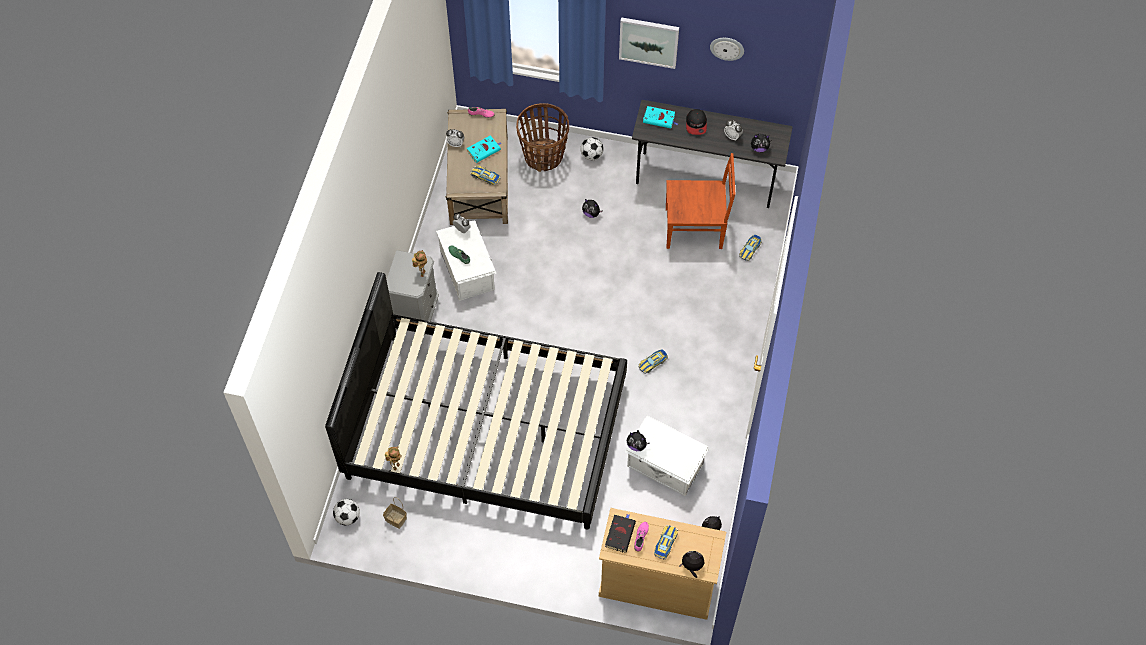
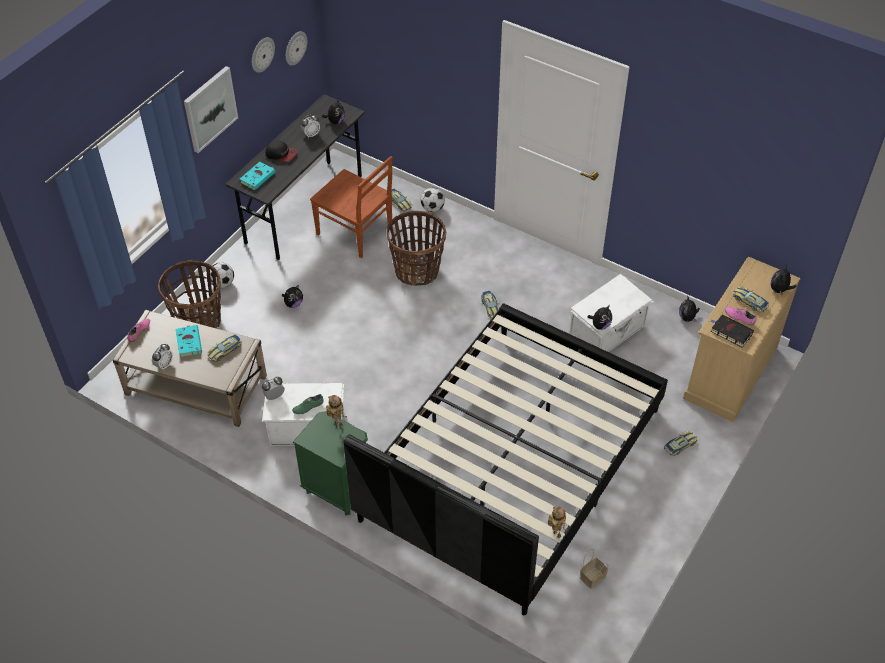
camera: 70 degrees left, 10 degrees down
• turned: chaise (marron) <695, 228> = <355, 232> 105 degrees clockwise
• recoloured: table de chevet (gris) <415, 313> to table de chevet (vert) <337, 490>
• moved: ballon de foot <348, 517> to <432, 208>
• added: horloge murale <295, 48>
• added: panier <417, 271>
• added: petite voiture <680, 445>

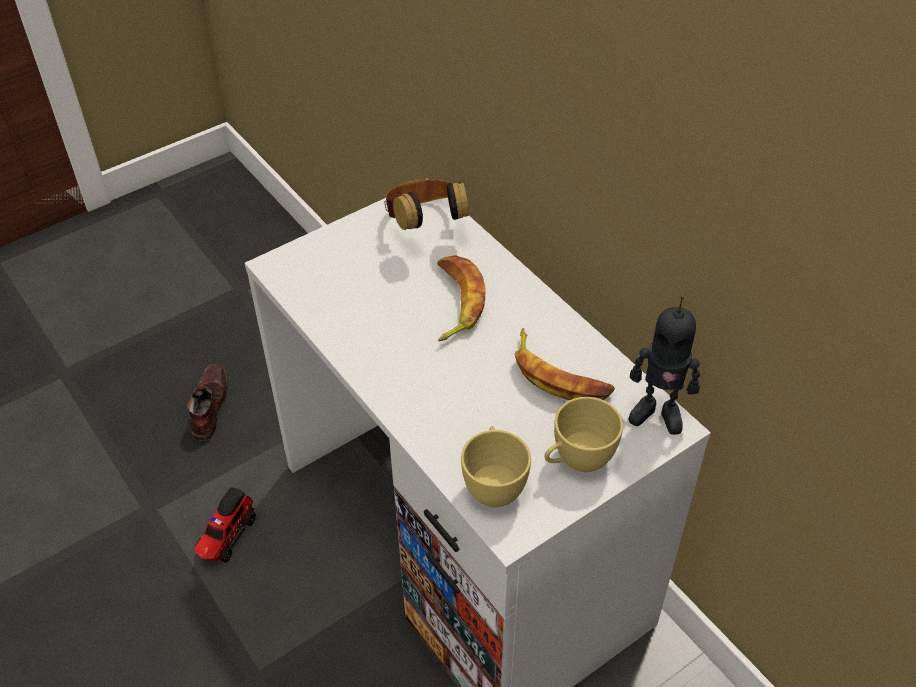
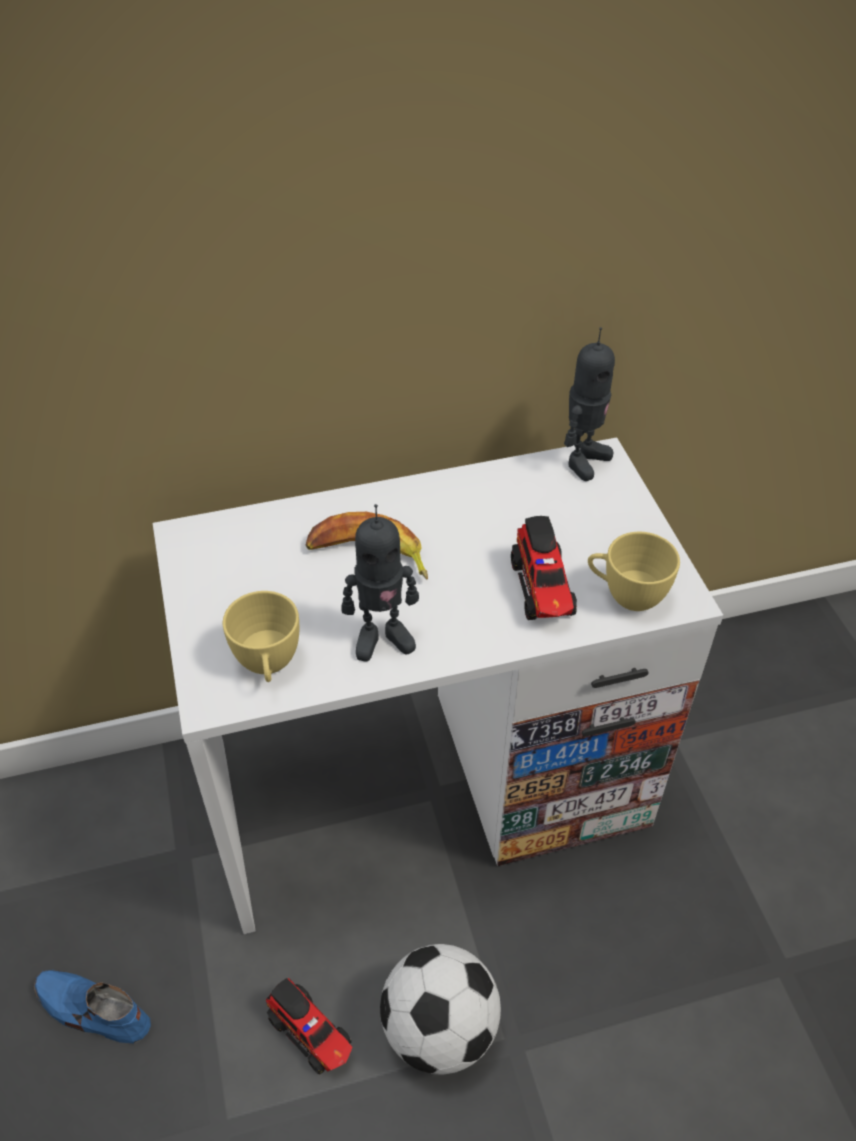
camera: 70 degrees left, 0 degrees up
• removed: casque audio <425, 225>
• removed: banane <559, 375>
• recoloured: chaussure (marron) <208, 406> to chaussure (bleu) <92, 1010>
• moved: tasse (jaune) <577, 460> to <268, 665>
• added: robot jouet <382, 638>
• added: camion jouet <542, 590>
• added: ballon de foot <439, 1029>

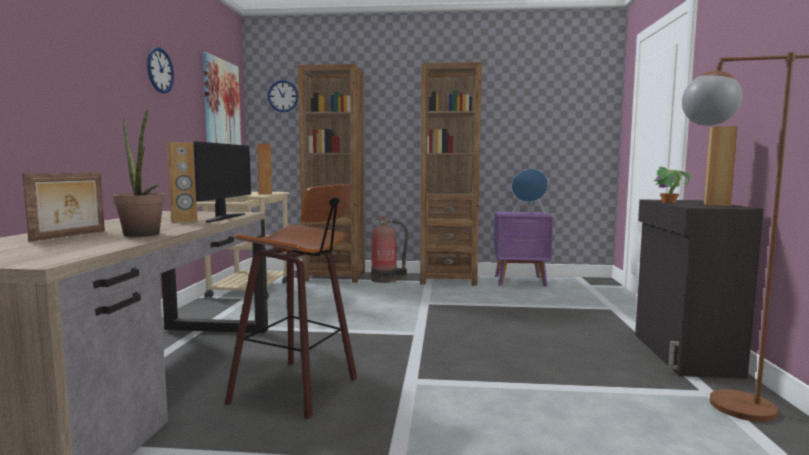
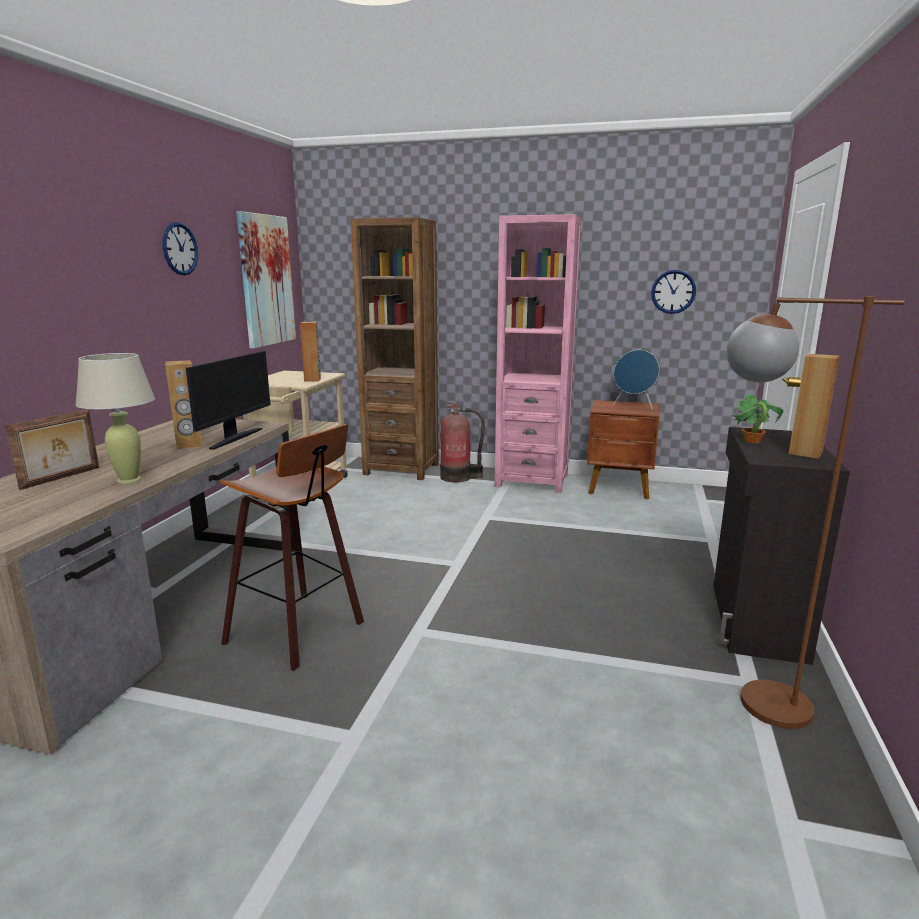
camera: 10 degrees right, 10 degrees up
• recoloured: bibliothèque (marron) <448, 279> to bibliothèque (rose) <532, 480>
• moved: horloge murale <283, 96> to <673, 292>
• replaced: plante en pot <143, 235> to lampe de table (beige) <128, 480>
• recoloured: table de chevet (violet) <521, 281> to table de chevet (marron) <620, 488>

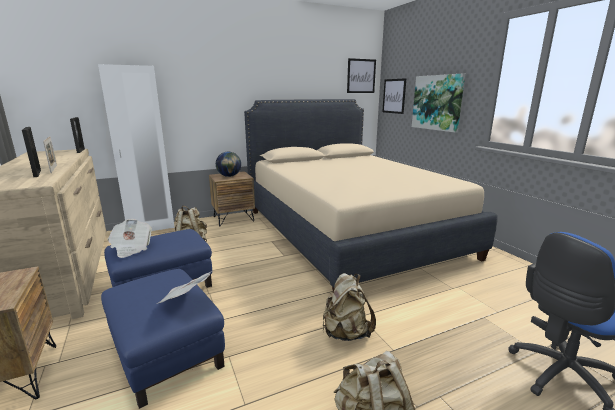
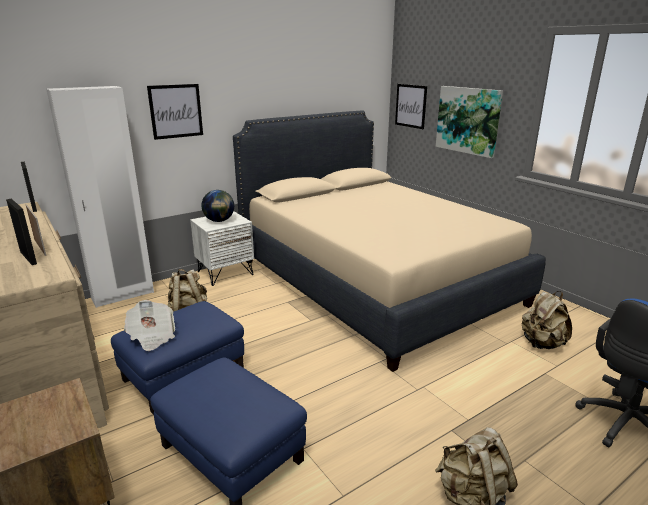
camera: 10 degrees left, 5 degrees up
• moved: tableau <361, 76> to <176, 111>
• recoloured: table de chevet (marron) <233, 219> to table de chevet (blanc) <225, 273>
• removed: journal <186, 300>
• moved: sac à dos (beige) <346, 333> to <542, 344>

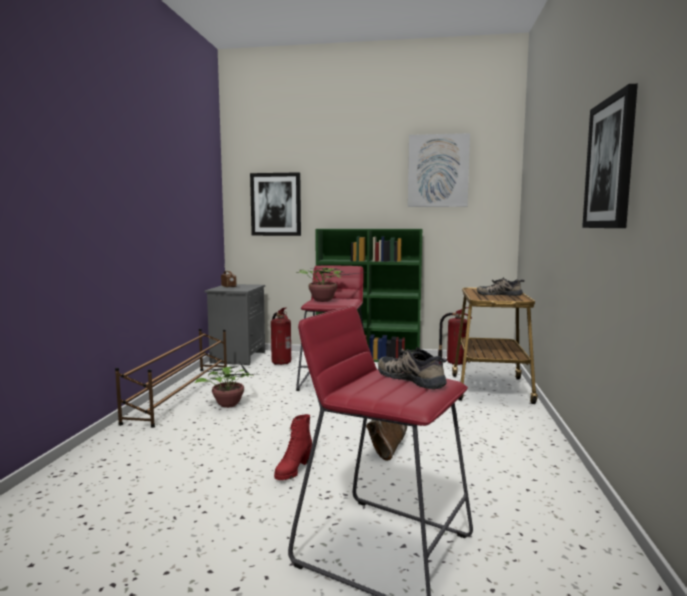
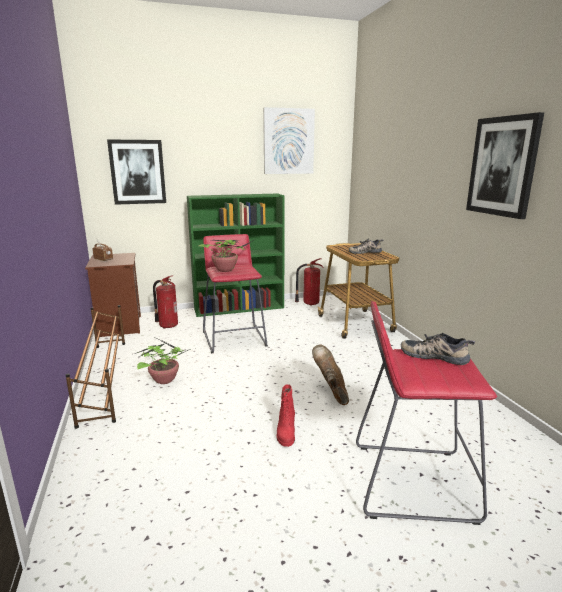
camera: 25 degrees left, 10 degrees up
• recoloured: table de chevet (gris) <237, 357> to table de chevet (marron) <119, 326>

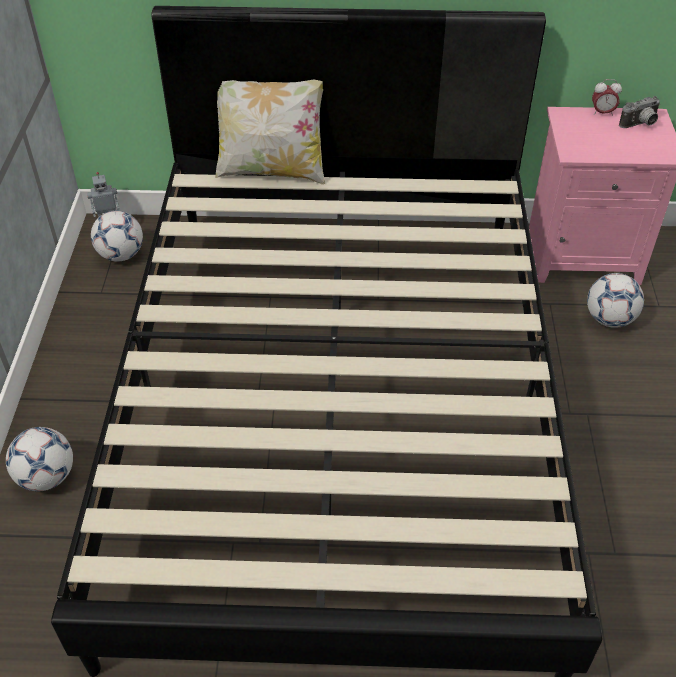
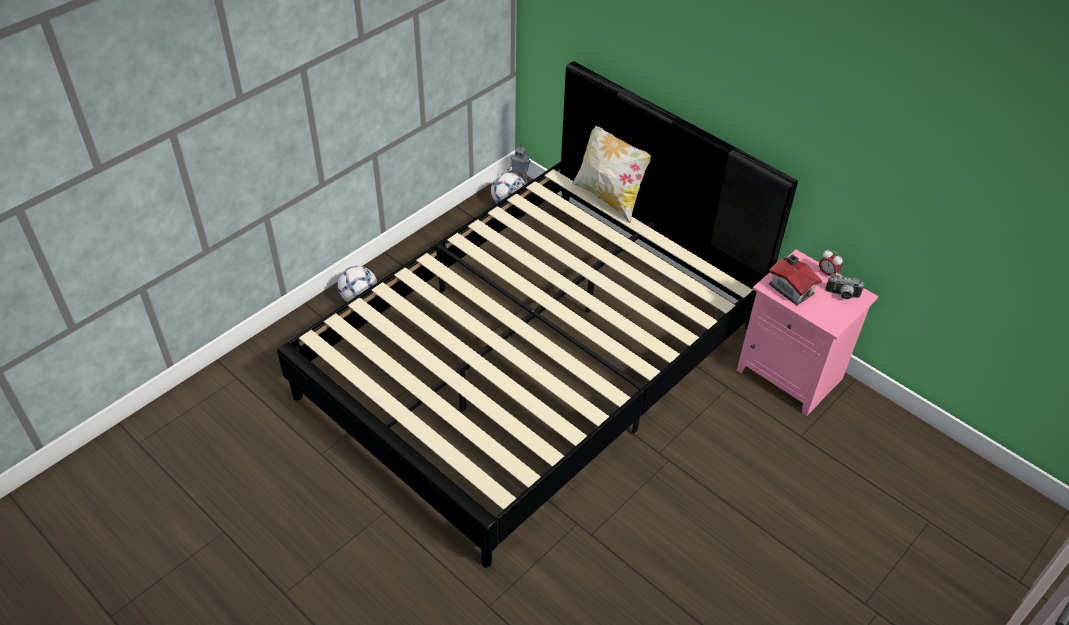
camera: 40 degrees right, 0 degrees up
• removed: ballon de foot <609, 319>
• added: maison miniature <791, 288>

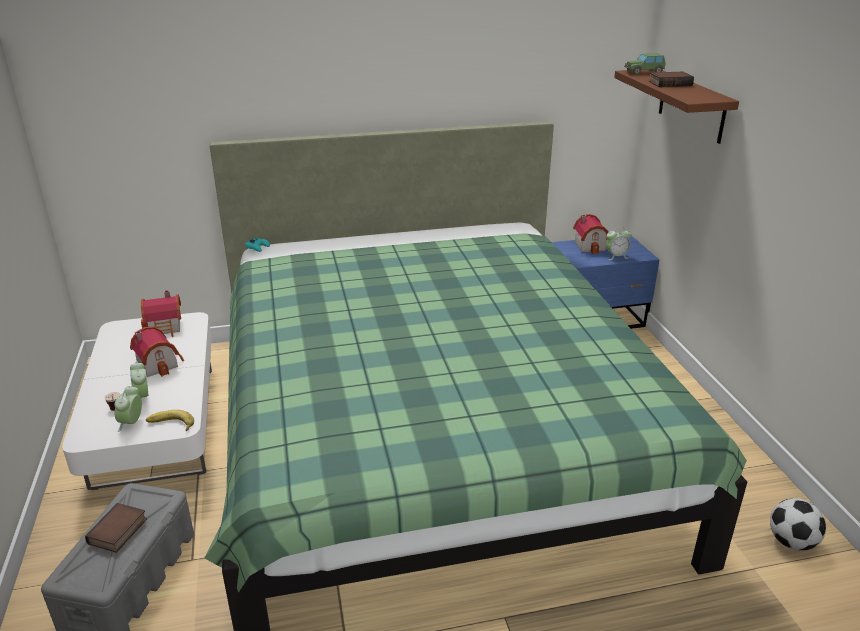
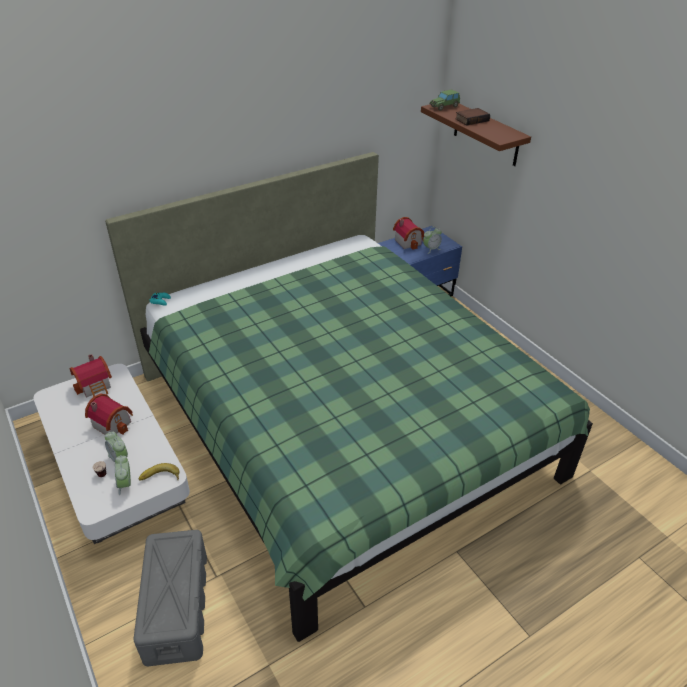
camera: 20 degrees left, 10 degrees up
• removed: ballon de foot <791, 542>
• removed: livre <118, 532>

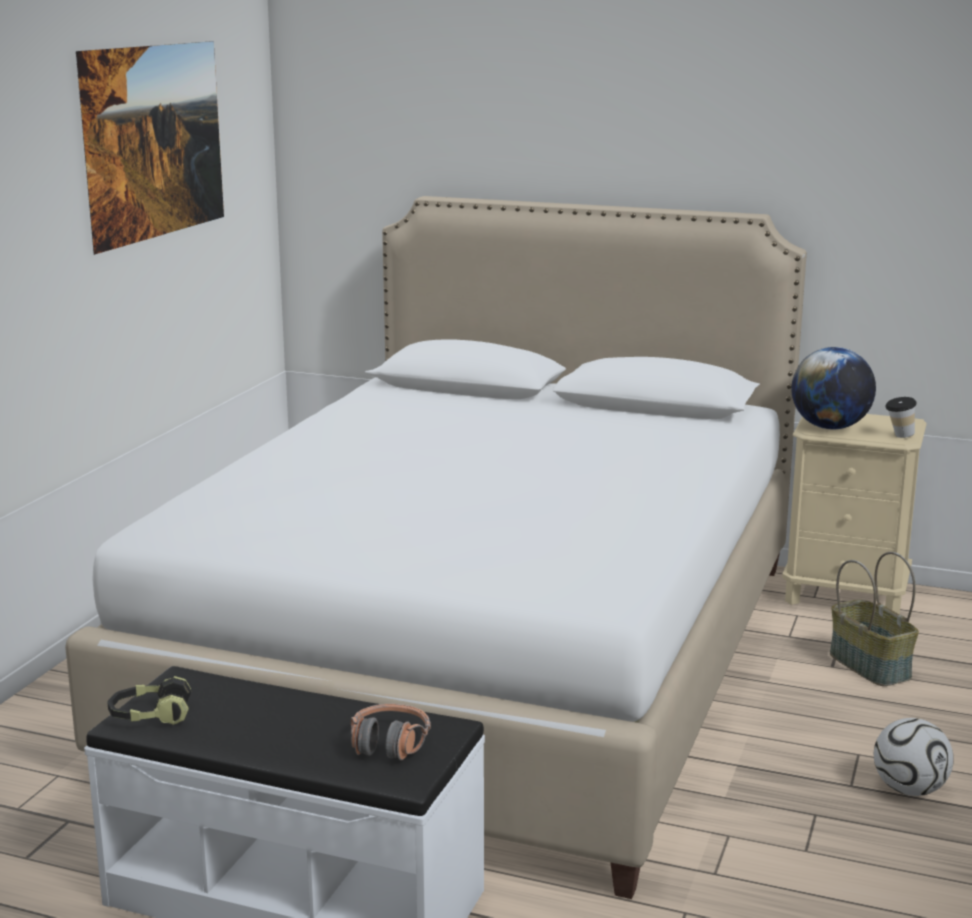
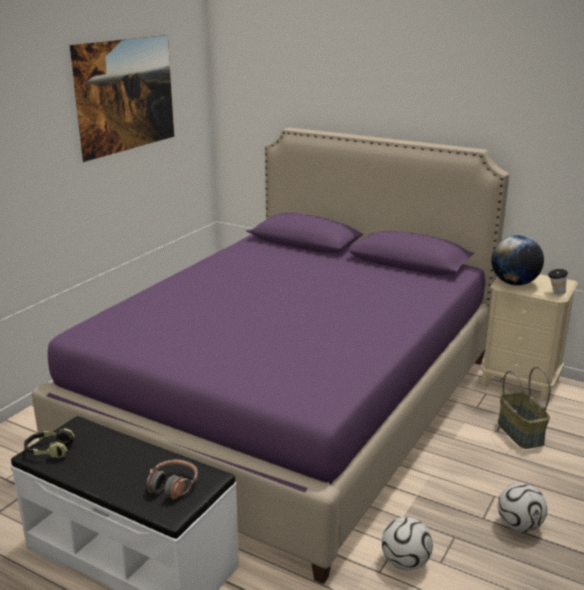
camera: 10 degrees right, 5 degrees up
• recoloured: lit (blanc) <486, 660> to lit (violet) <292, 407>
• added: ballon de foot <405, 563>

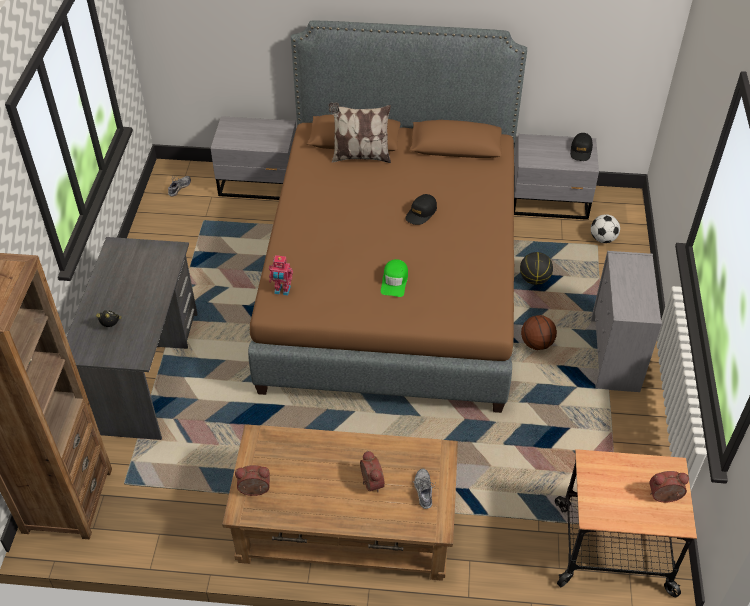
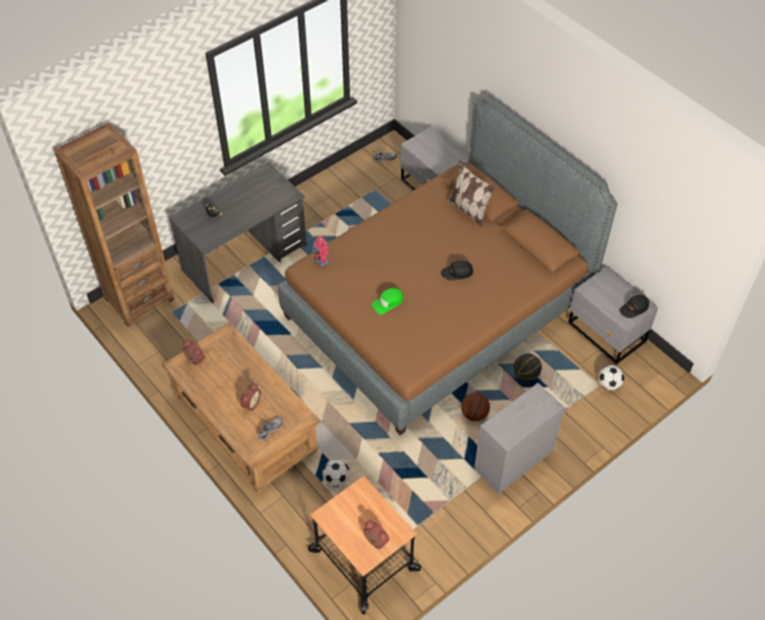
camera: 45 degrees right, 5 degrees up
• added: ballon de foot <336, 479>

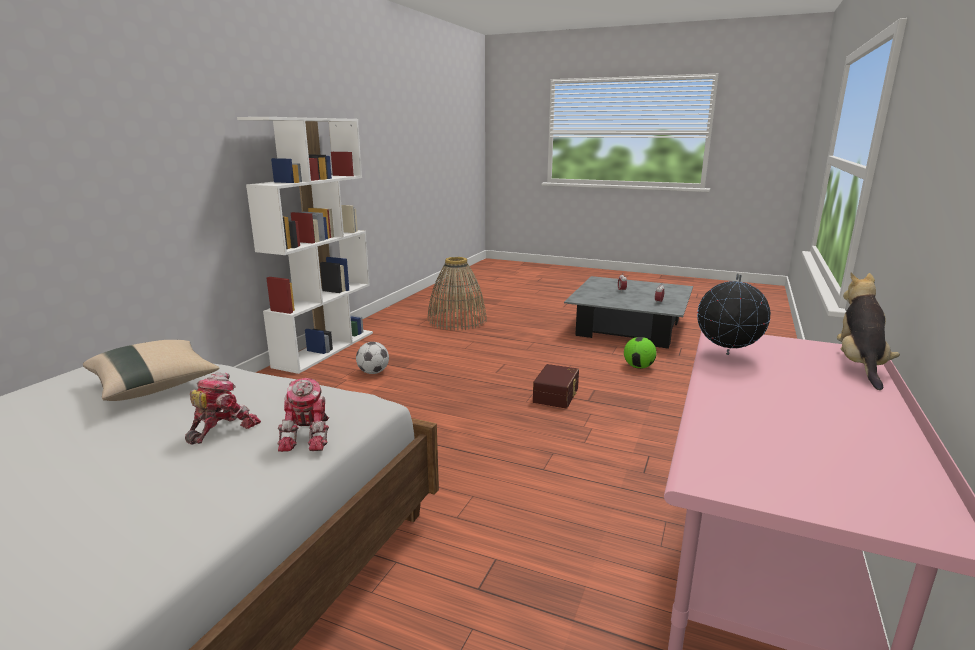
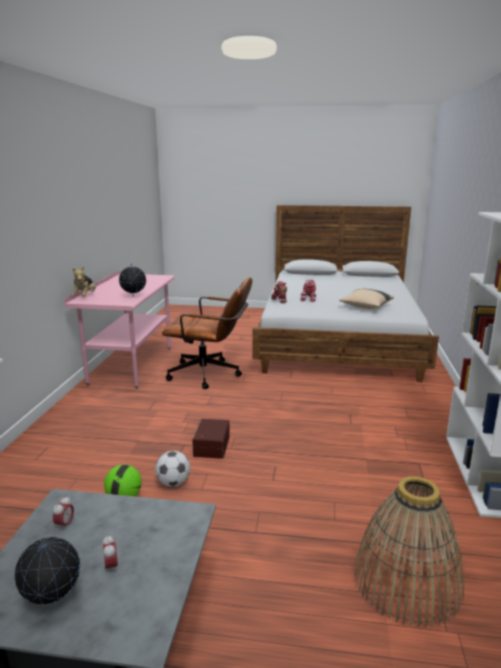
camera: 165 degrees right, 0 degrees up
• moved: ballon de foot <373, 372> to <173, 483>
• added: chaise de bureau (marron) <210, 374>
• added: globe <52, 600>

